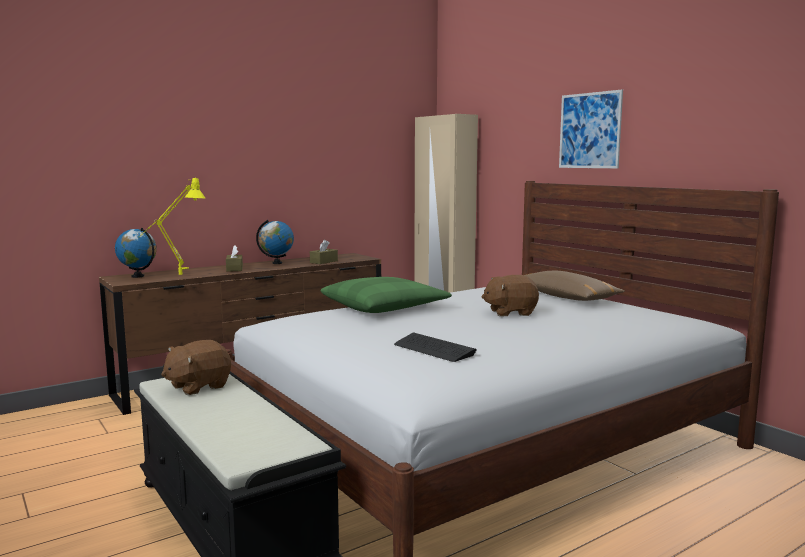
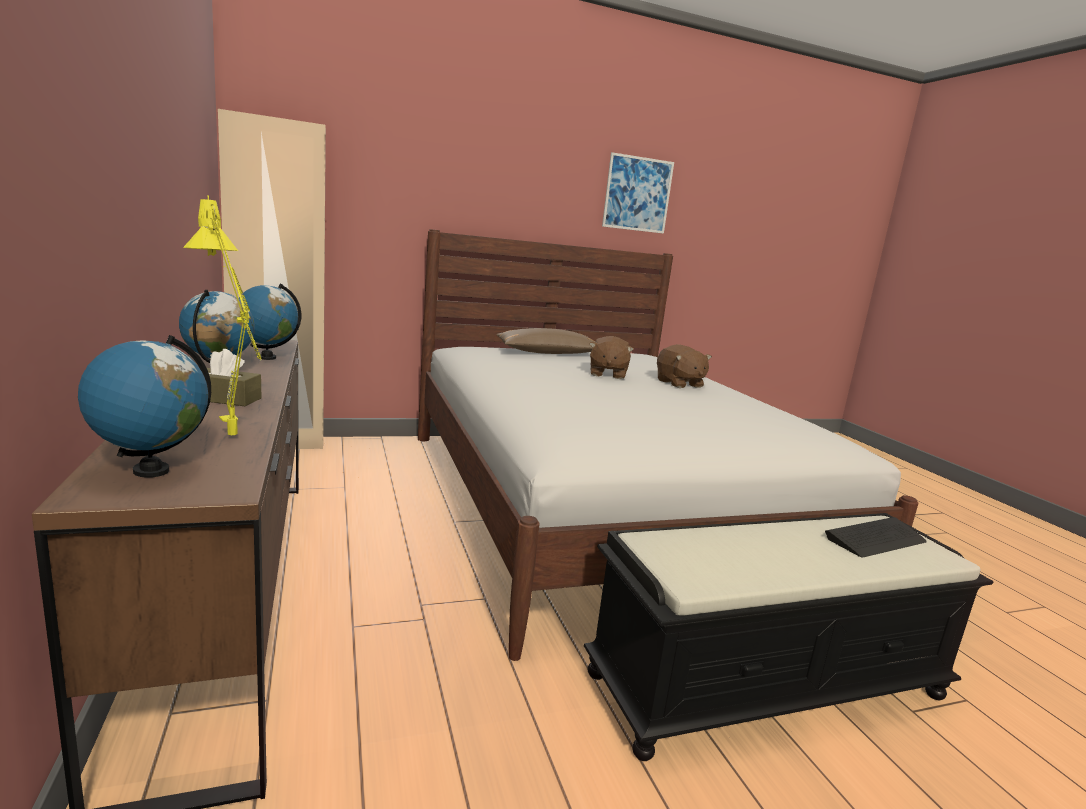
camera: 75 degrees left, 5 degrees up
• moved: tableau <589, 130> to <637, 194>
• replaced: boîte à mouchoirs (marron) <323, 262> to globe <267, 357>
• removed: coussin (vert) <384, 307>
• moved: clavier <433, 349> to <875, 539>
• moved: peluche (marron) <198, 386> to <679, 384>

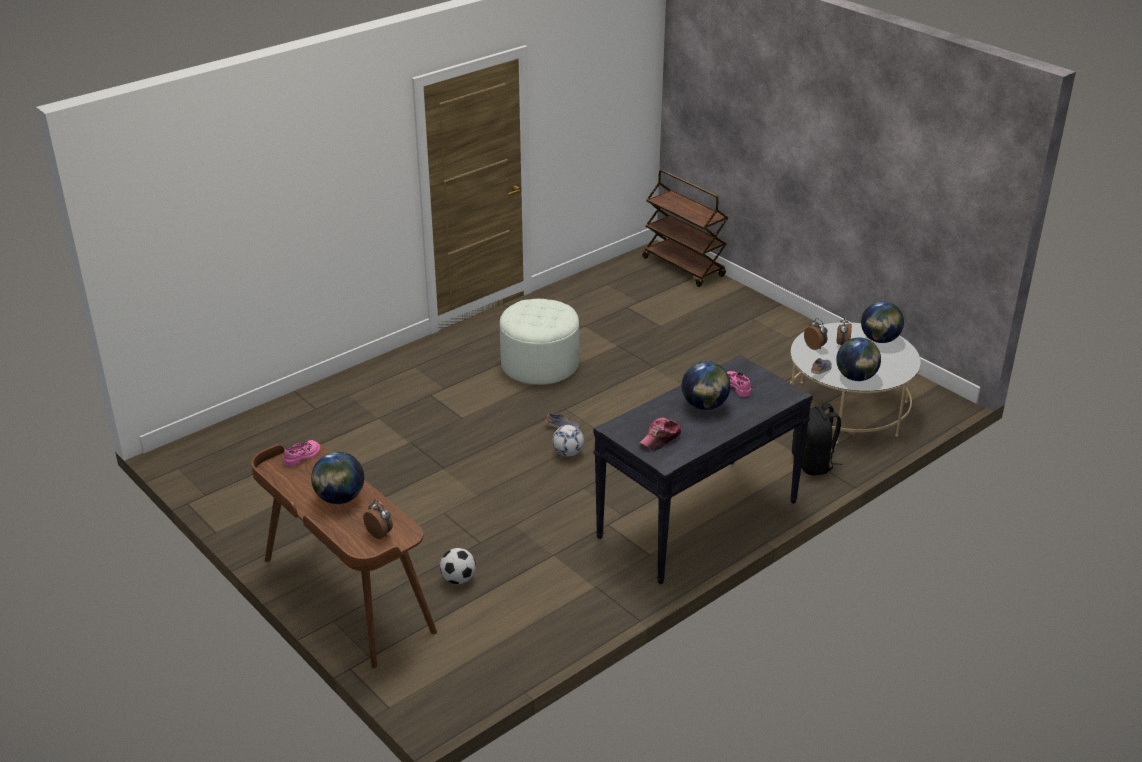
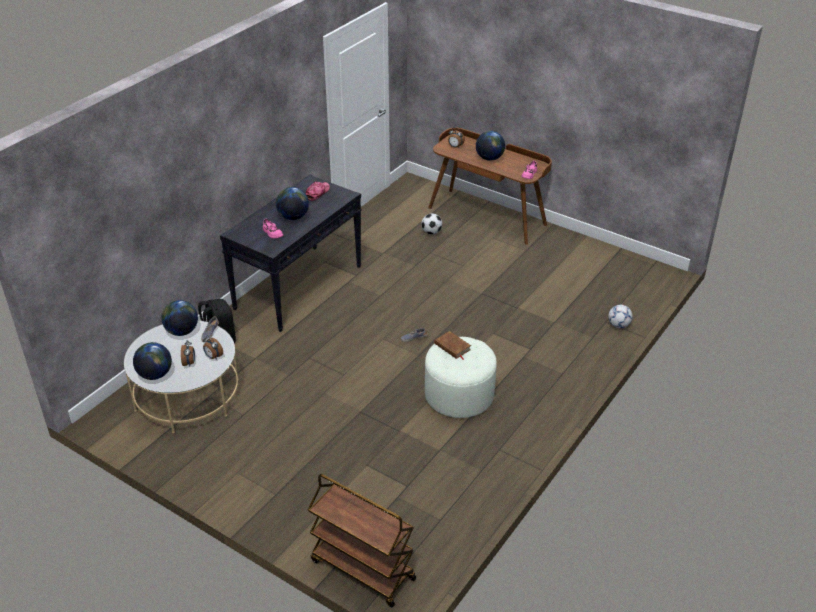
camera: 165 degrees right, 5 degrees up
• moved: ballon de foot <568, 453> to <618, 325>
• added: livre (marron) <452, 347>

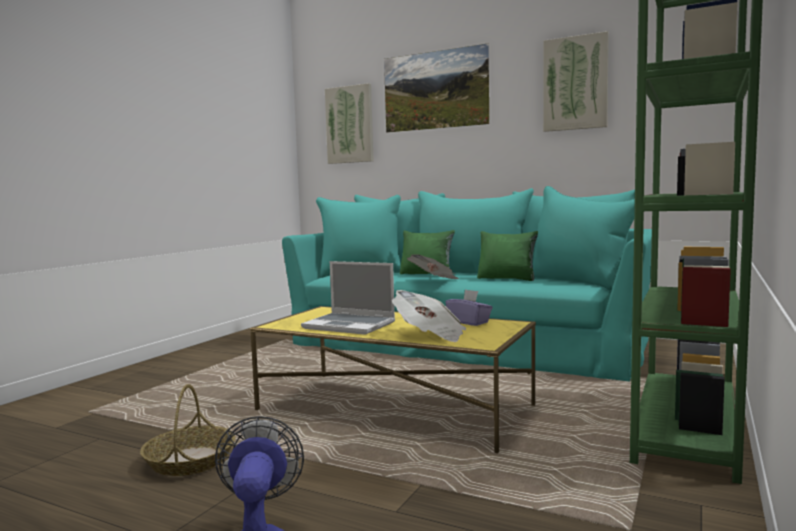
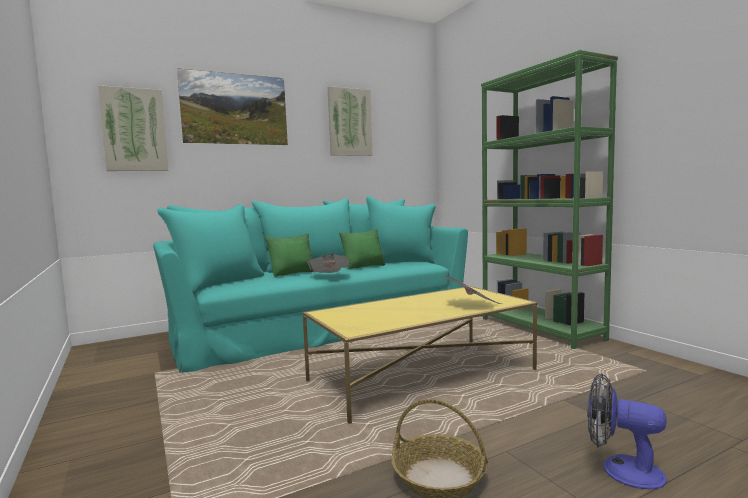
camera: 55 degrees left, 0 degrees up
• removed: ordinateur portable <350, 325>
• removed: boîte à mouchoirs (violet) <469, 322>

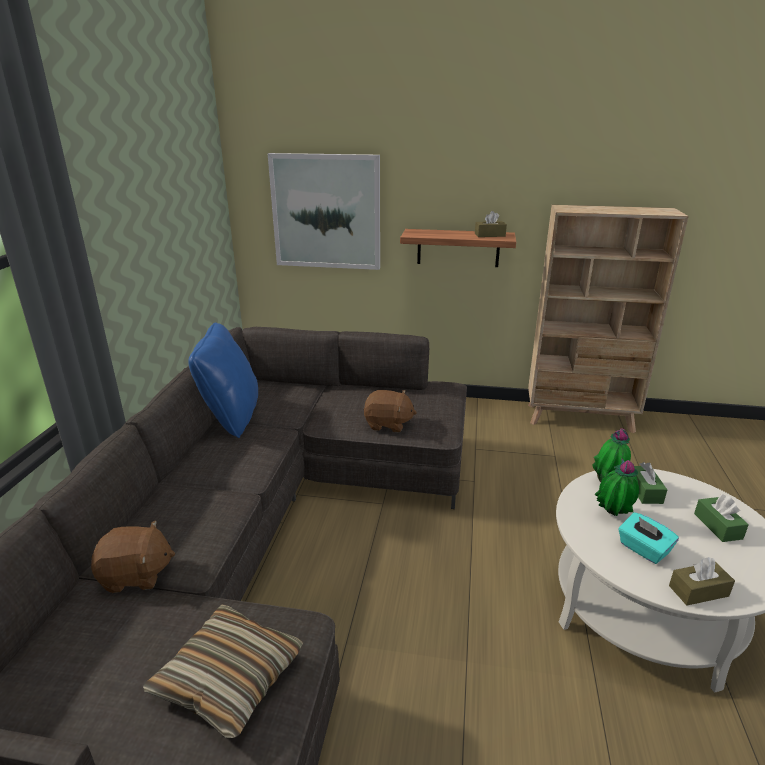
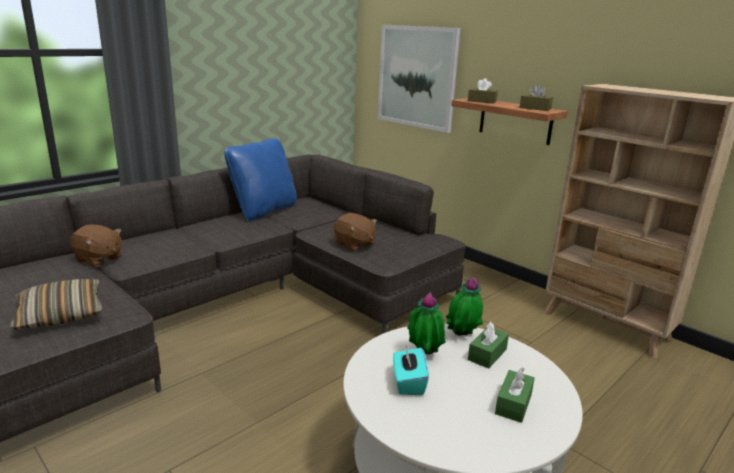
camera: 35 degrees right, 5 degrees down
• moved: boîte à mouchoirs (marron) <698, 591> to <482, 101>

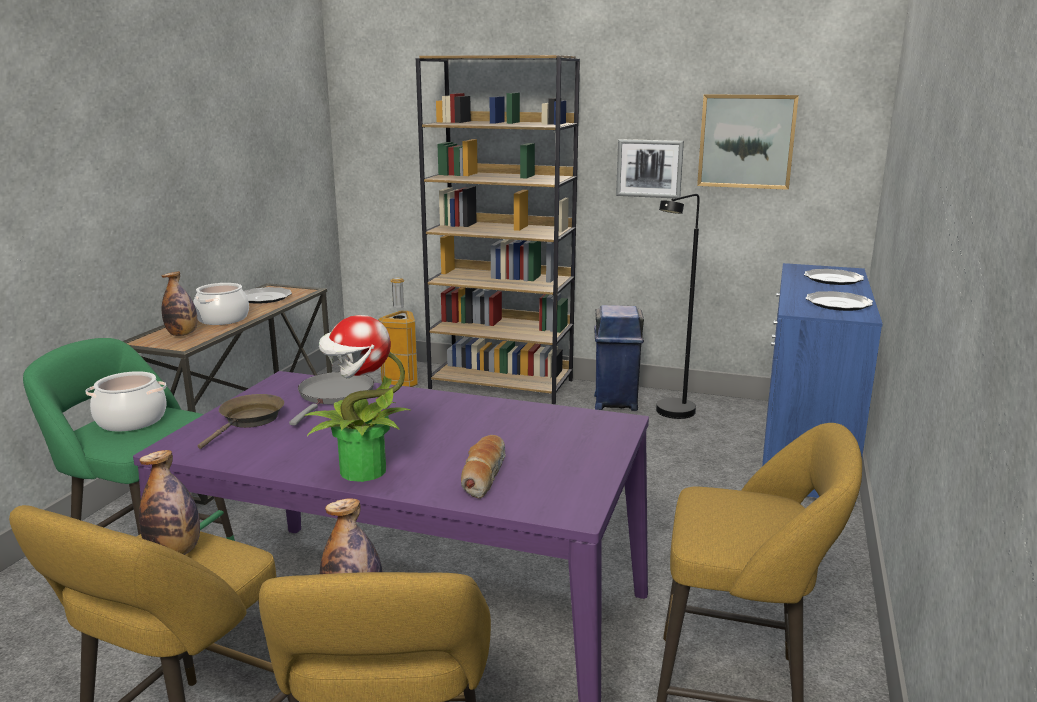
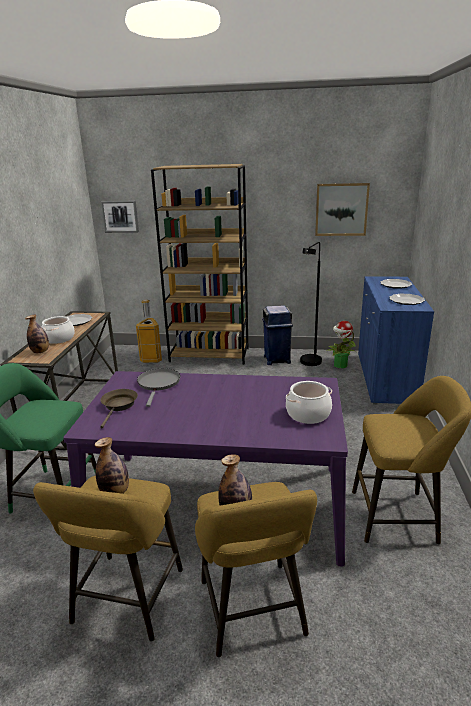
camera: 10 degrees left, 5 degrees up
• moved: tableau <649, 168> to <120, 216>
• moved: plante en pot <361, 471> to <340, 365>
• moved: marmite <131, 420> to <308, 414>
• removed: pain <483, 474>

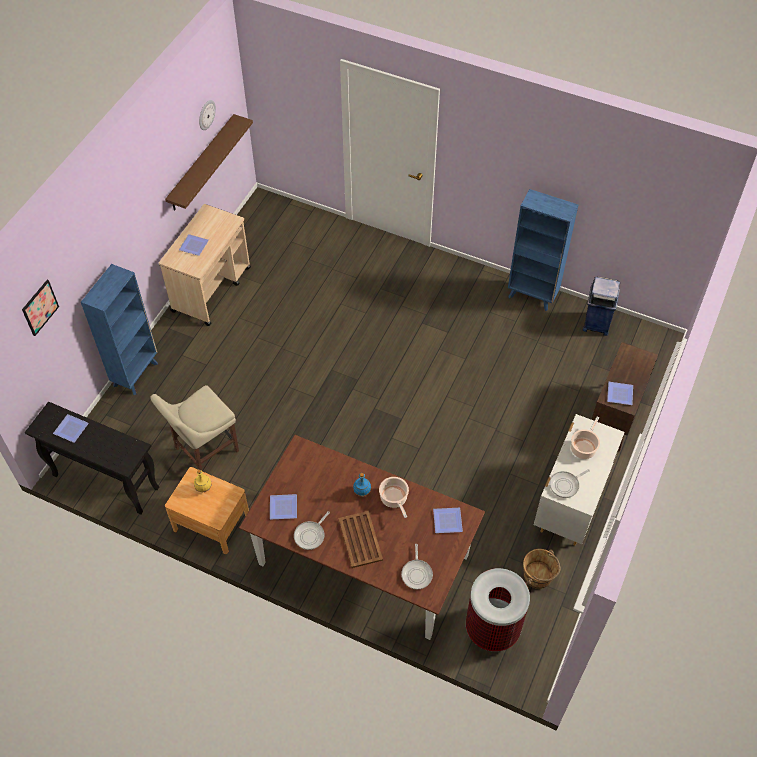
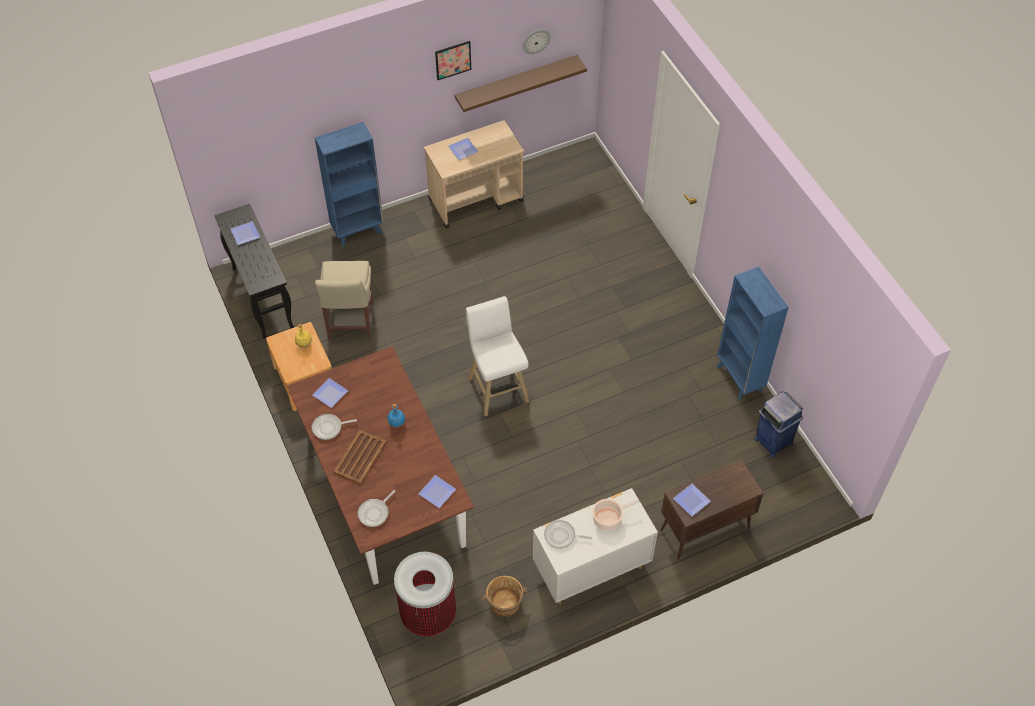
camera: 40 degrees right, 0 degrees up
• moved: tableau <40, 307> to <453, 60>
• turned: chaise (beige) <204, 451> = <350, 323> 90 degrees counterclockwise
• removed: marmite <394, 499>
• added: tabouret (blanc) <497, 387>

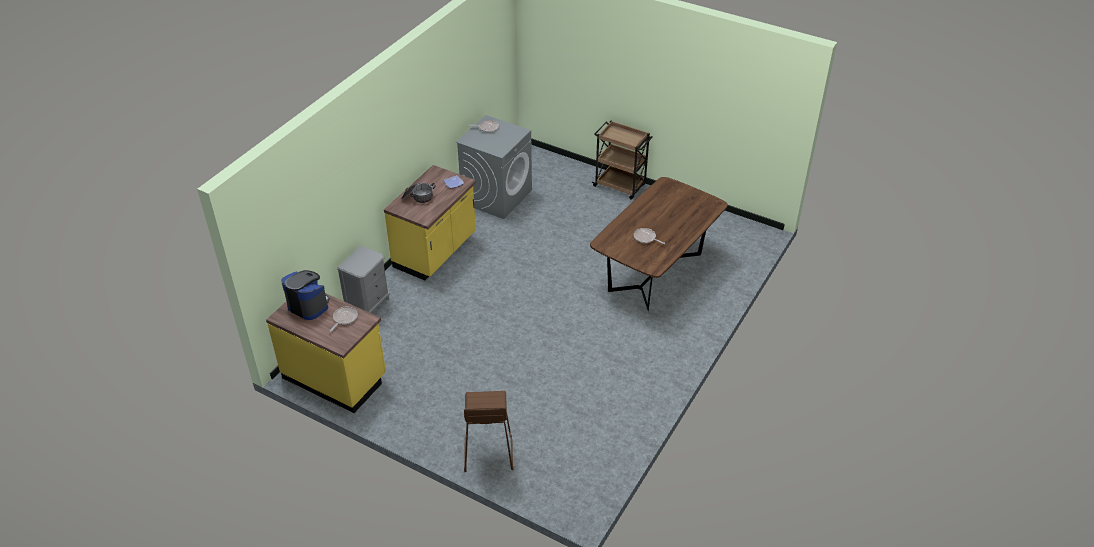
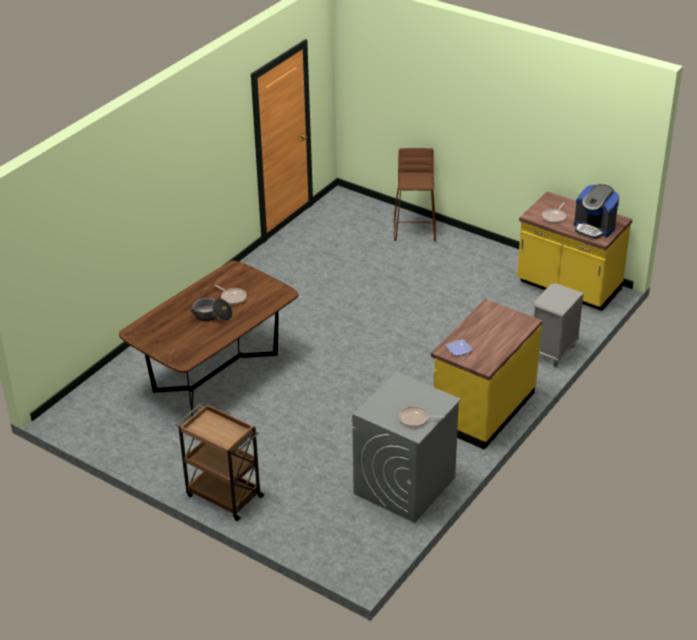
camera: 175 degrees left, 5 degrees down
• moved: marmite <418, 197> to <212, 316>

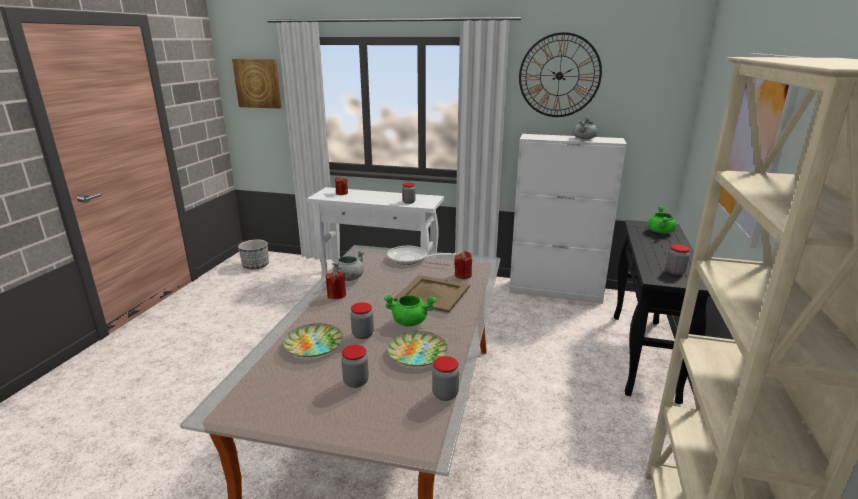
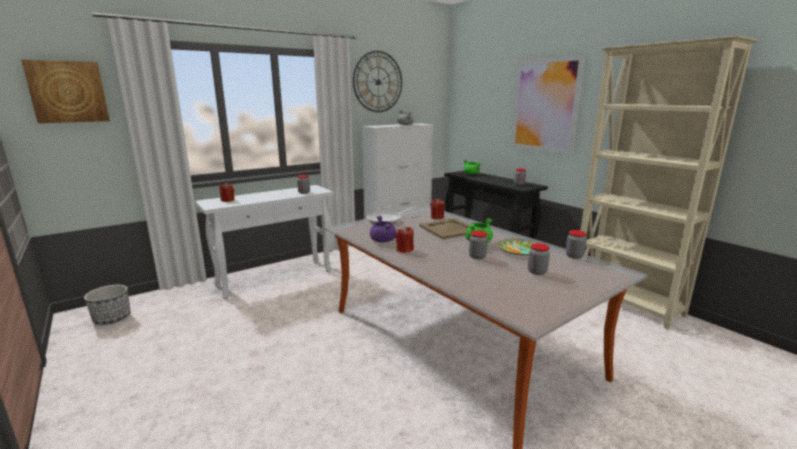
camera: 50 degrees left, 5 degrees down
• recoloured: marmite (gris) <348, 278> to marmite (violet) <382, 241>
• removed: assiette <314, 344>

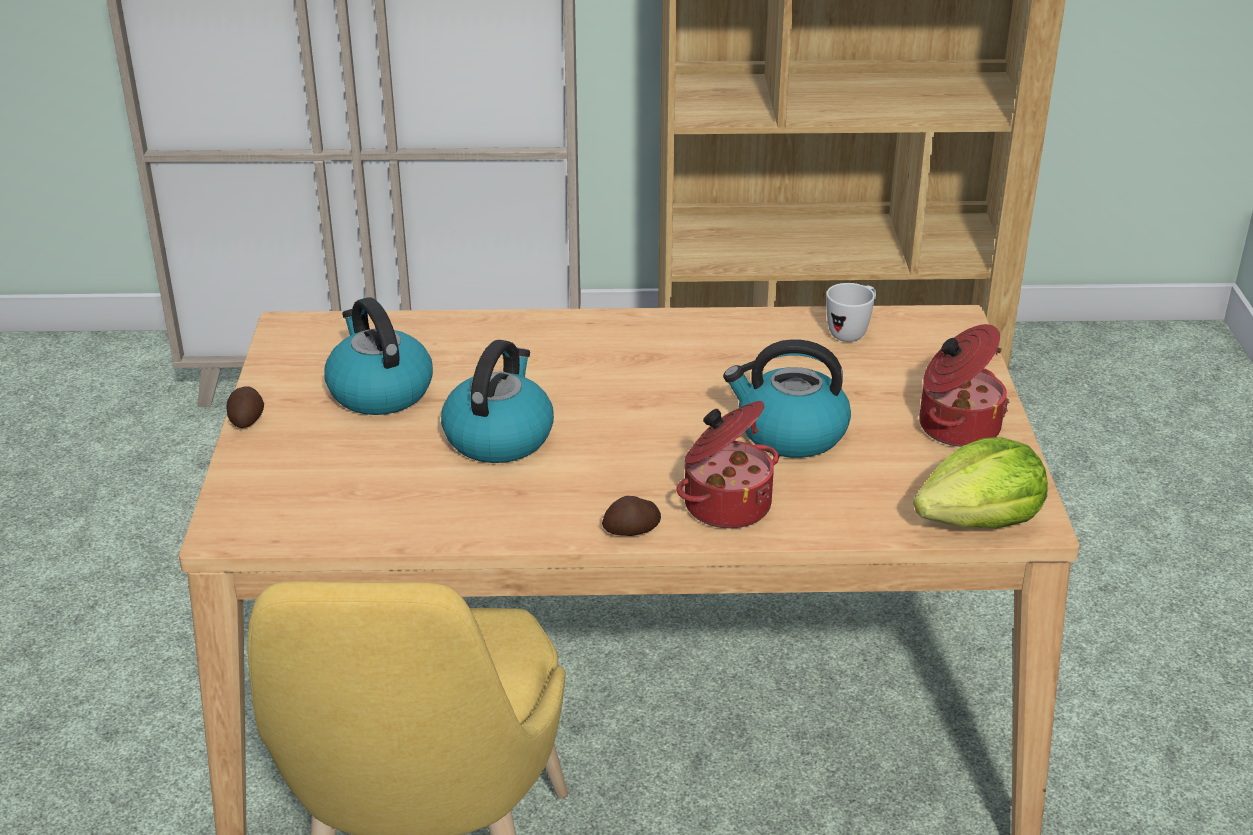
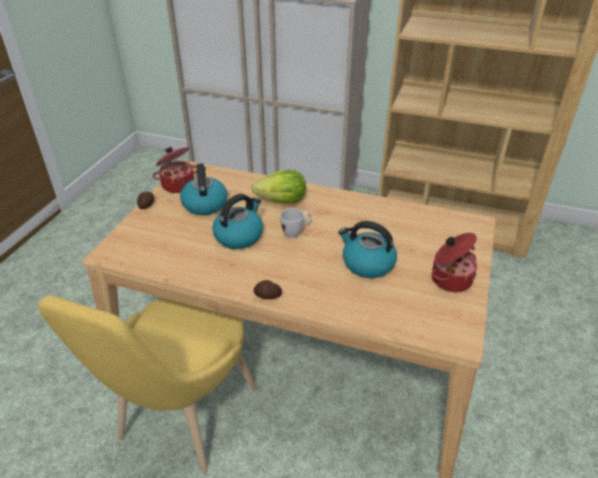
camera: 20 degrees right, 5 degrees up
• moved: mug (blanc) <852, 332> to <296, 232>
• moved: marmite <725, 504> to <178, 184>
• moved: laitue <980, 520> to <282, 200>

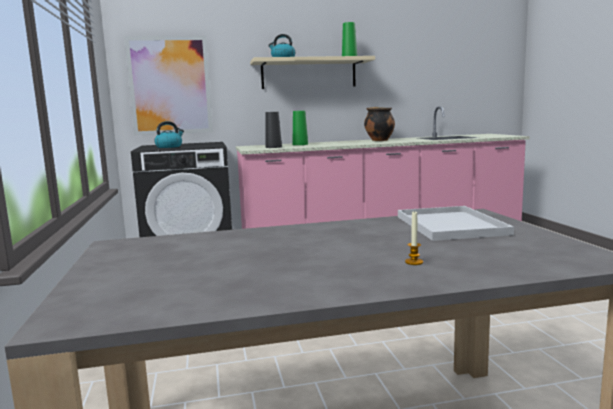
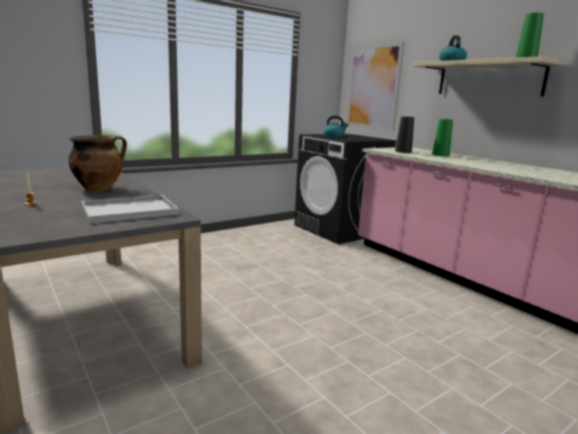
camera: 65 degrees right, 5 degrees up
• moved: marmite <379, 140> to <99, 188>

